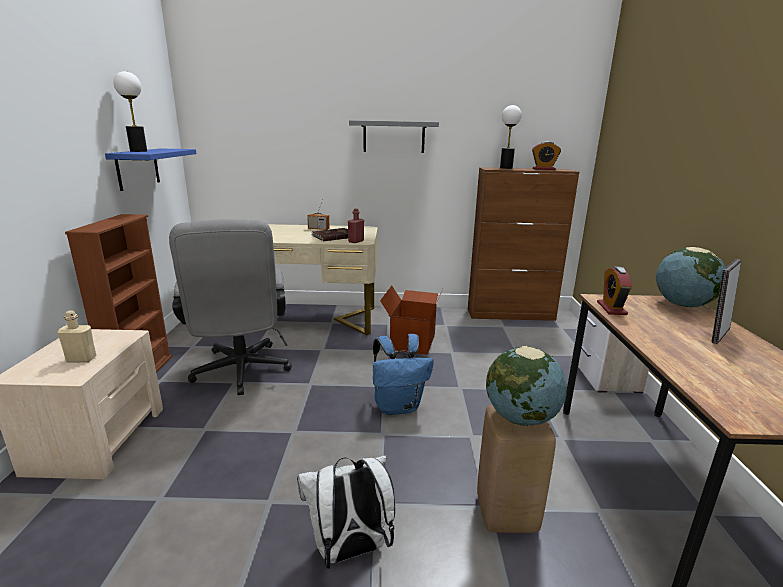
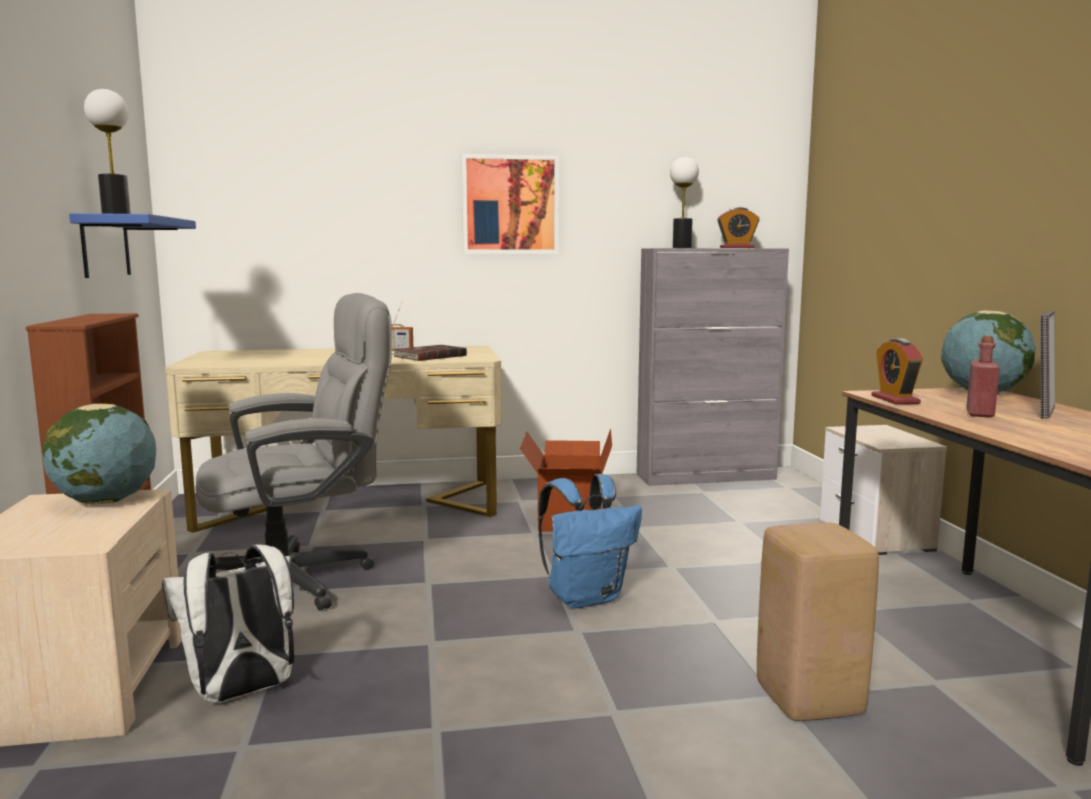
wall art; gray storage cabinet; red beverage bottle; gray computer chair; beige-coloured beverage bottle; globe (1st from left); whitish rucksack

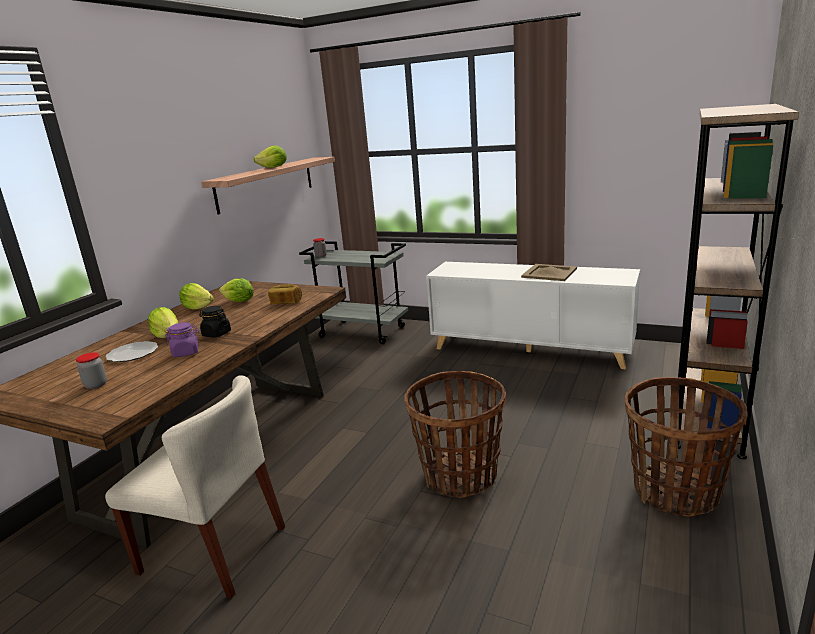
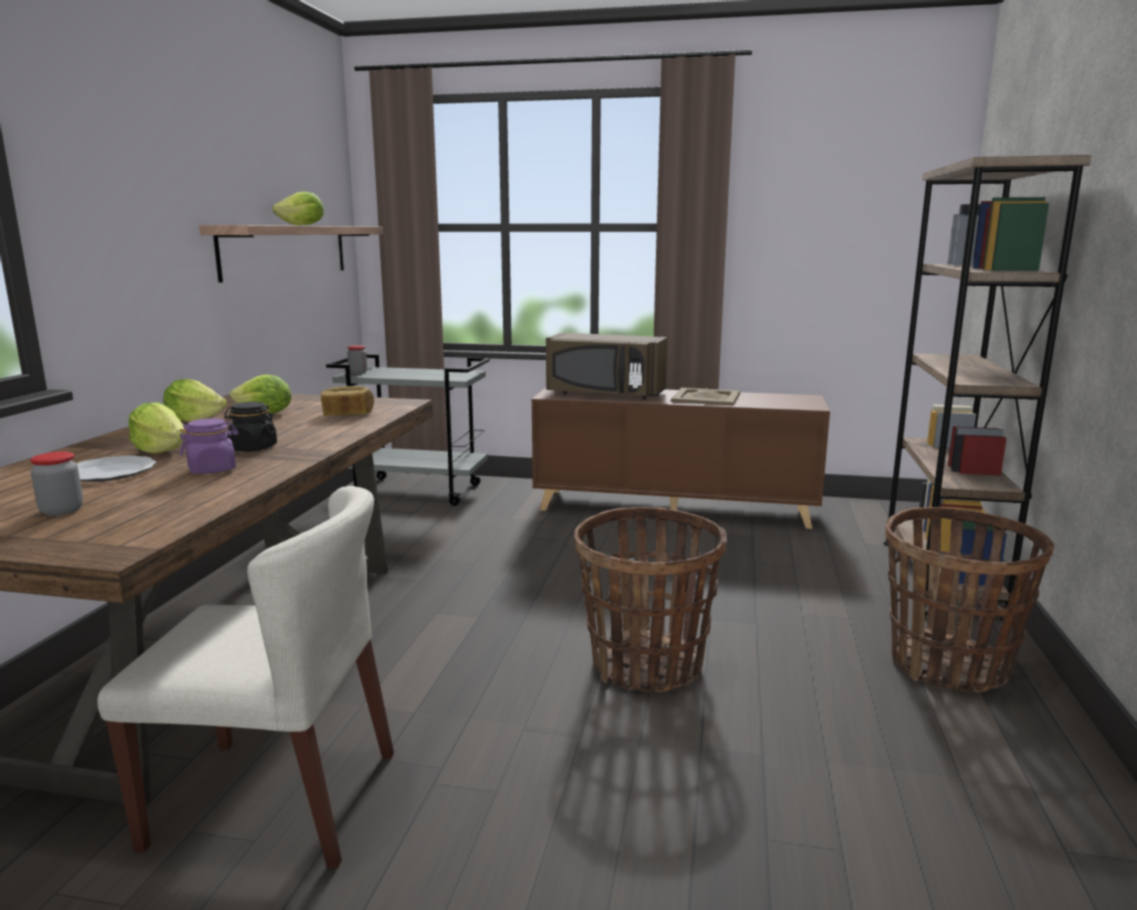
brown storage cabinet; brown kitchen microwave

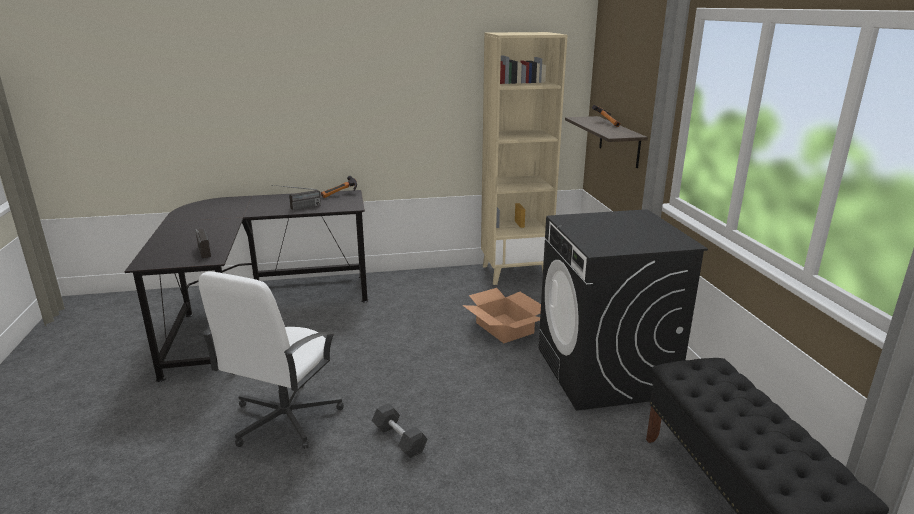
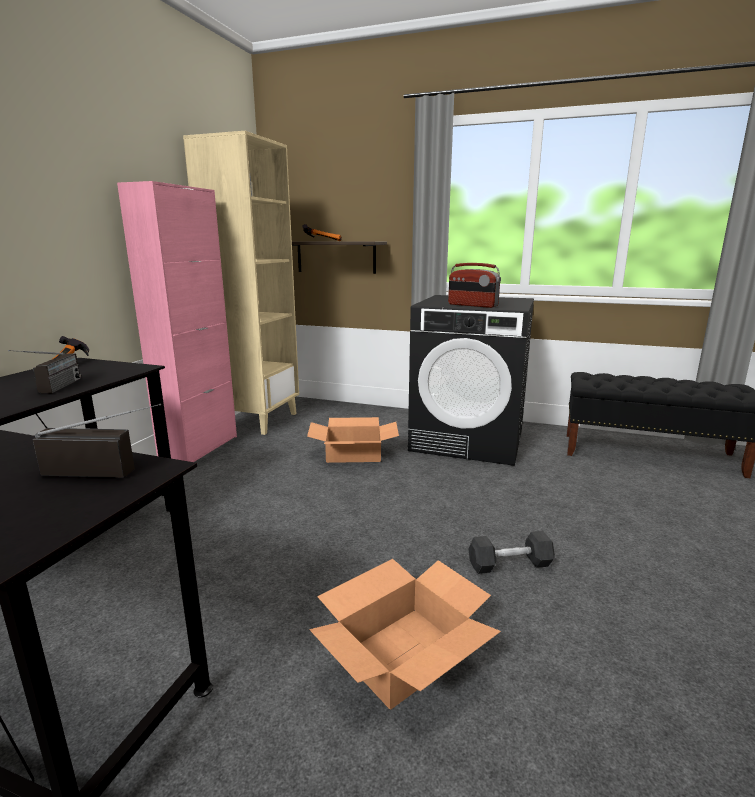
cardboard box (2nd from left); pinkish storage cabinet; radio (3rd from left)

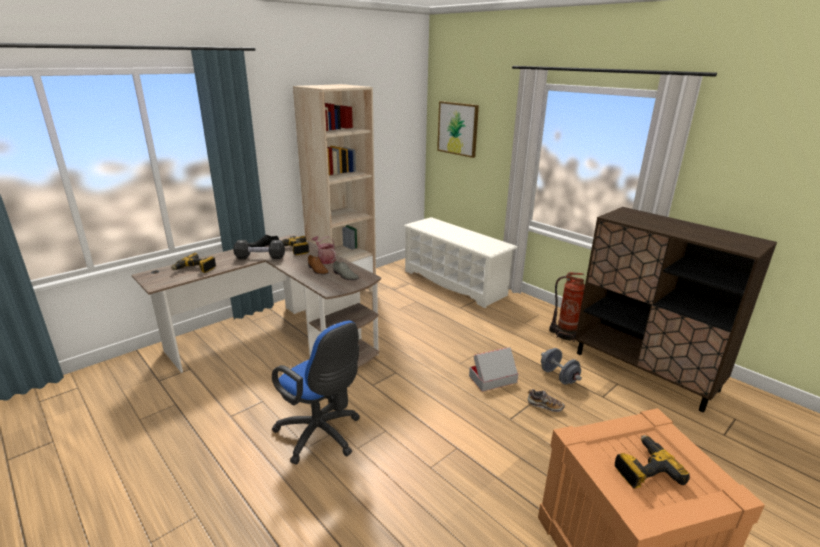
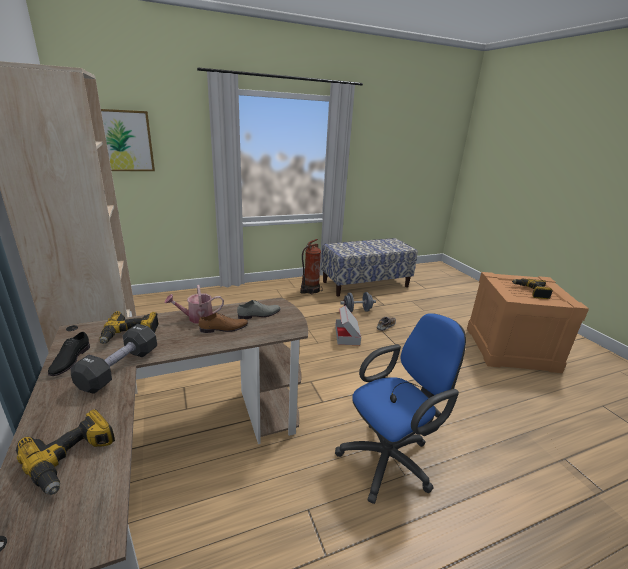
bench; whitish shoe shelf

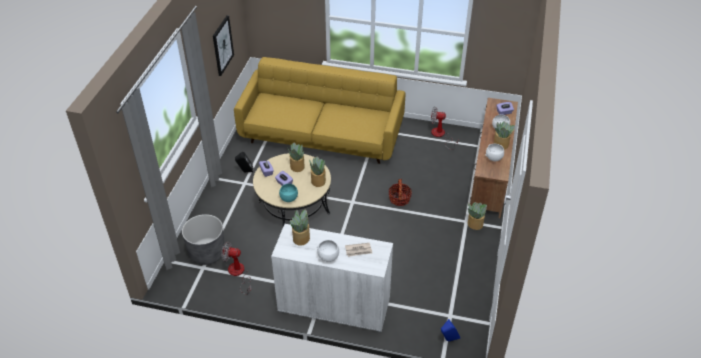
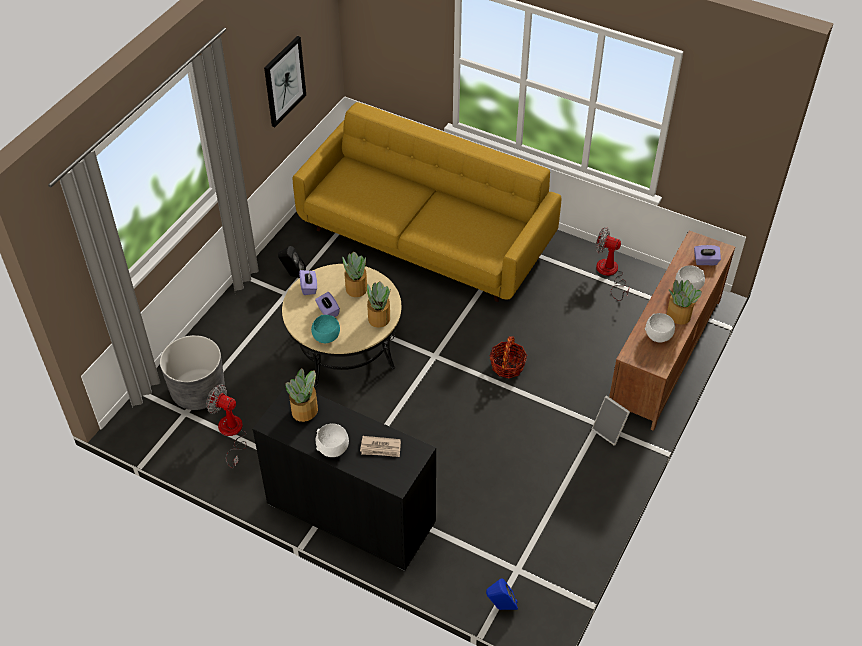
picture frame; black-coloured storage cabinet

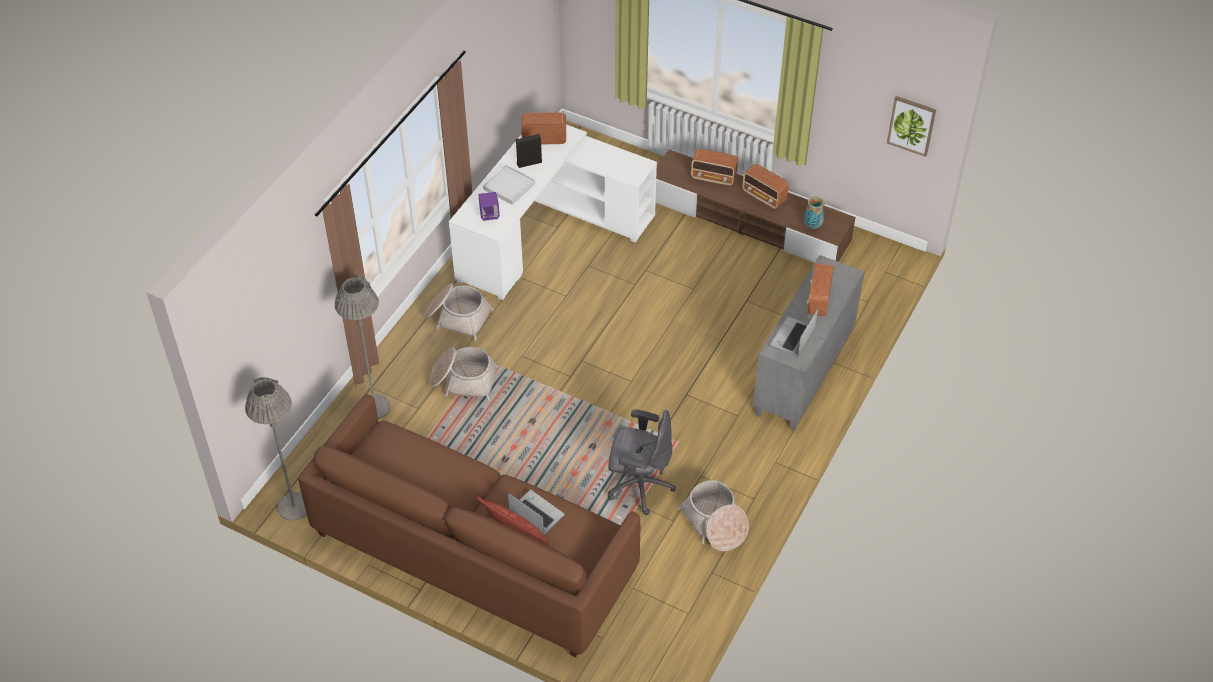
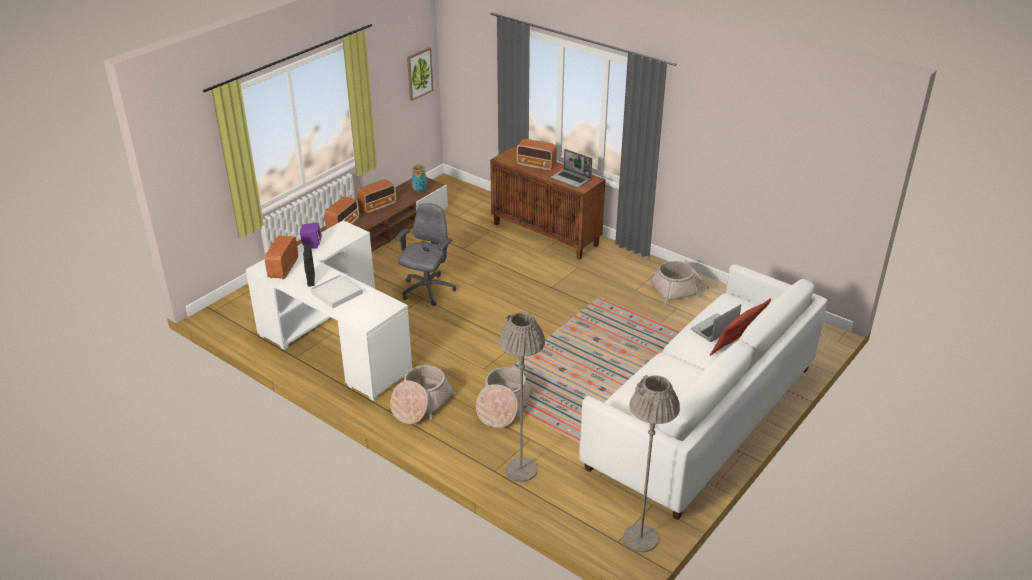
purple speaker; brown storage cabinet; whitish settee; gray computer chair

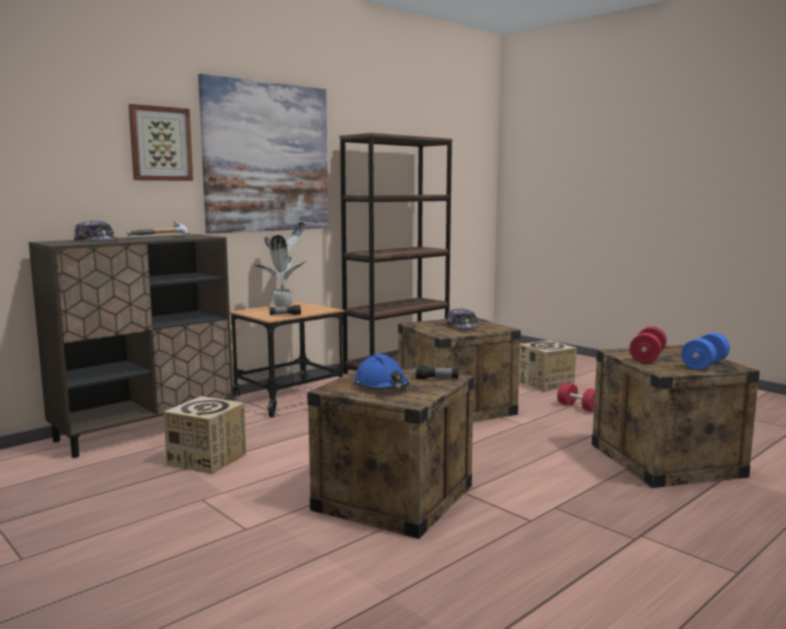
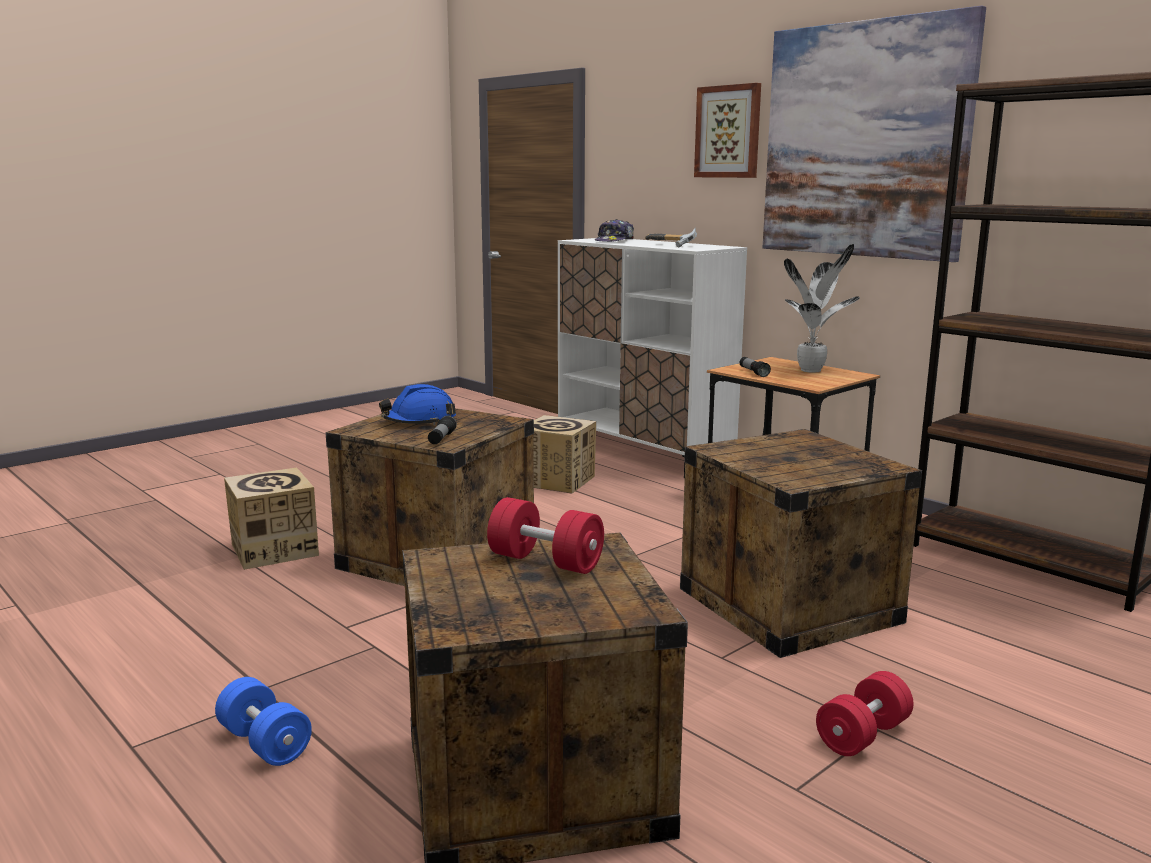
whitish storage cabinet; baseball cap (2nd from left in the first image); blue-coloured hand weight; cardboard box (1st from left)

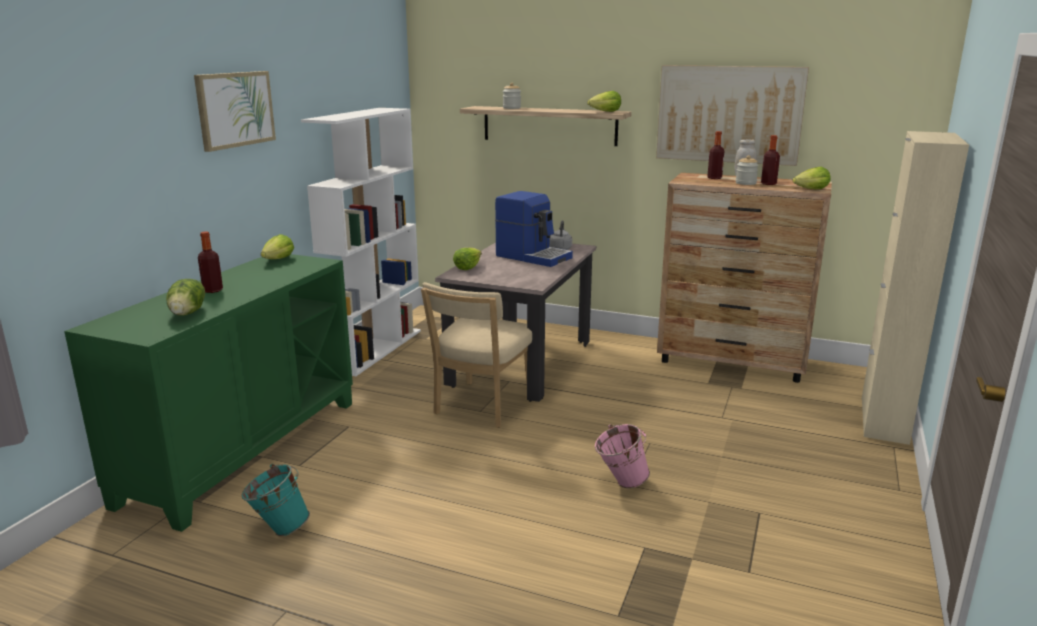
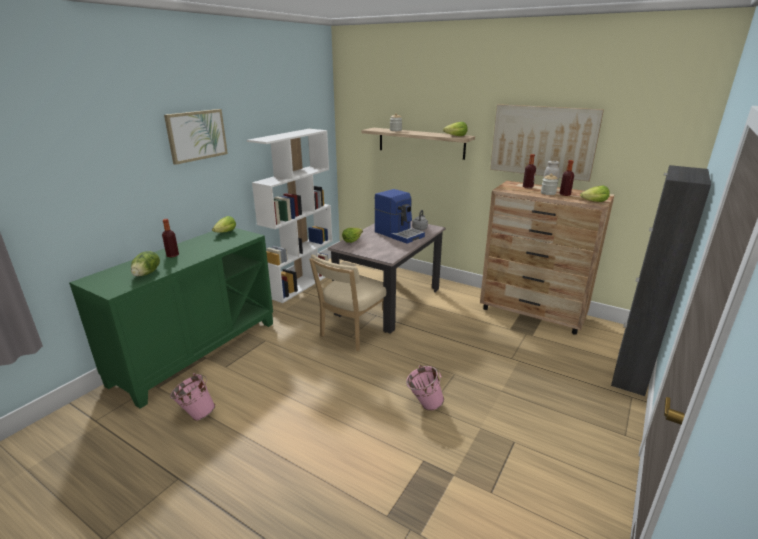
black-coloured storage cabinet; pinkish bucket (1st from left)

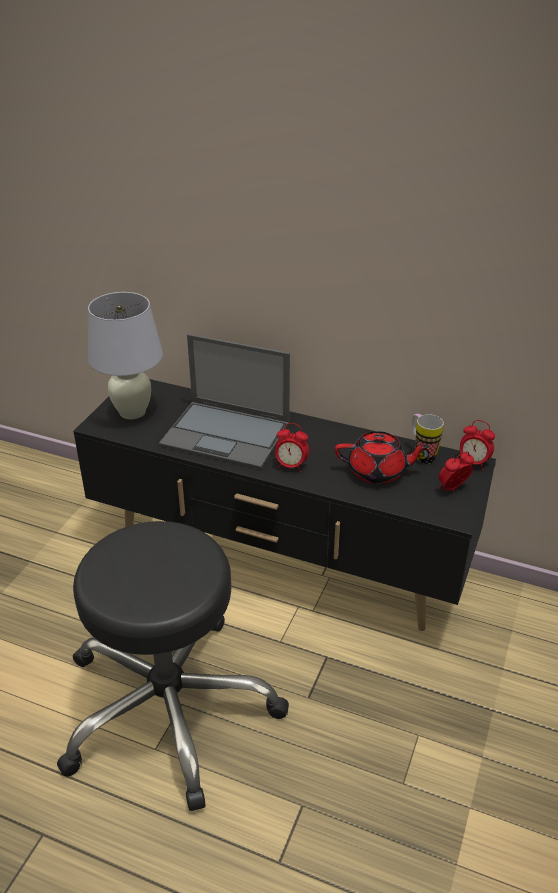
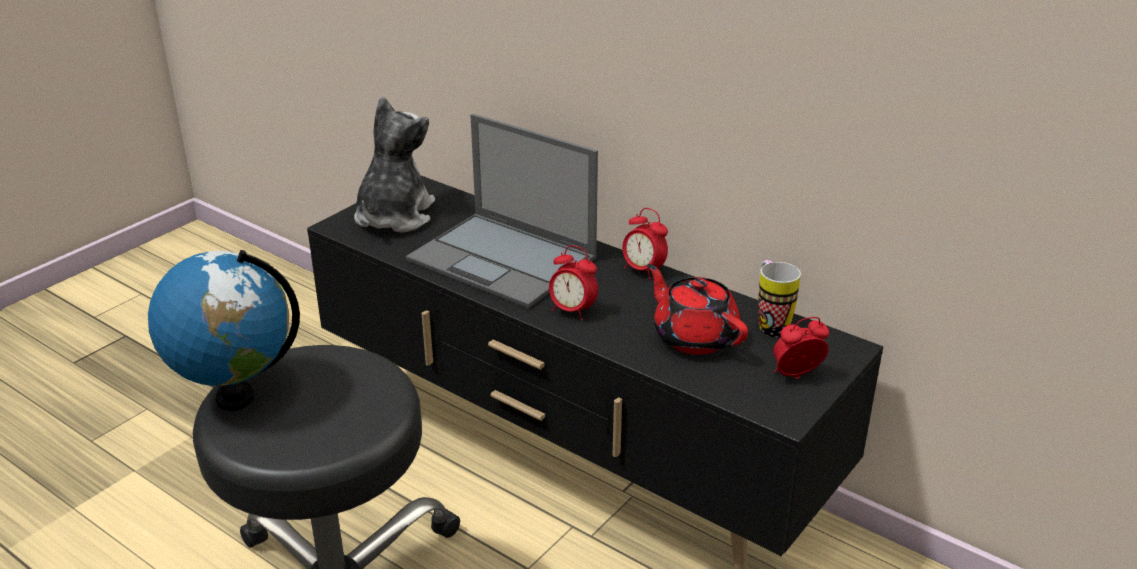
soft toy; bedside clock (2nd from left); red pot for tea; globe

